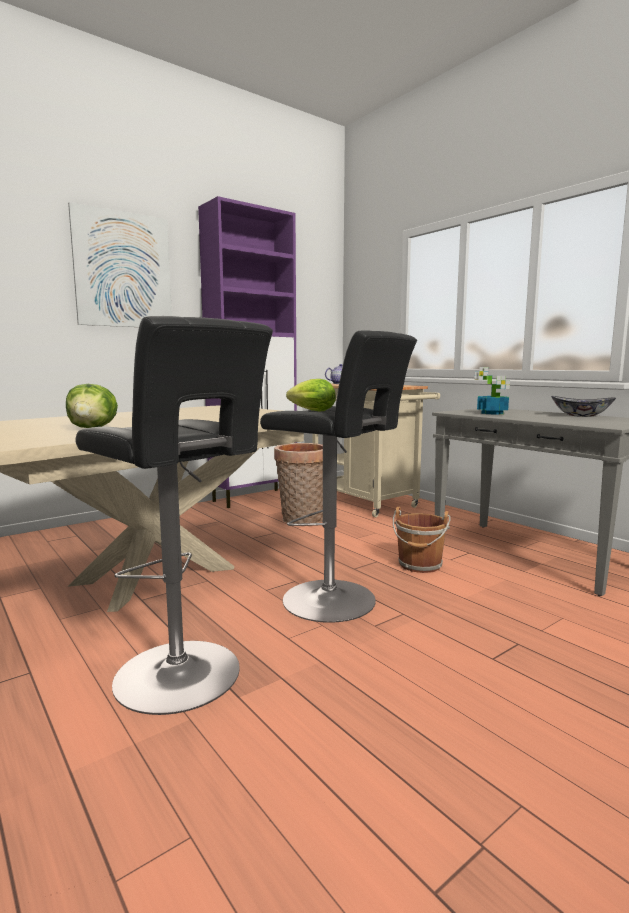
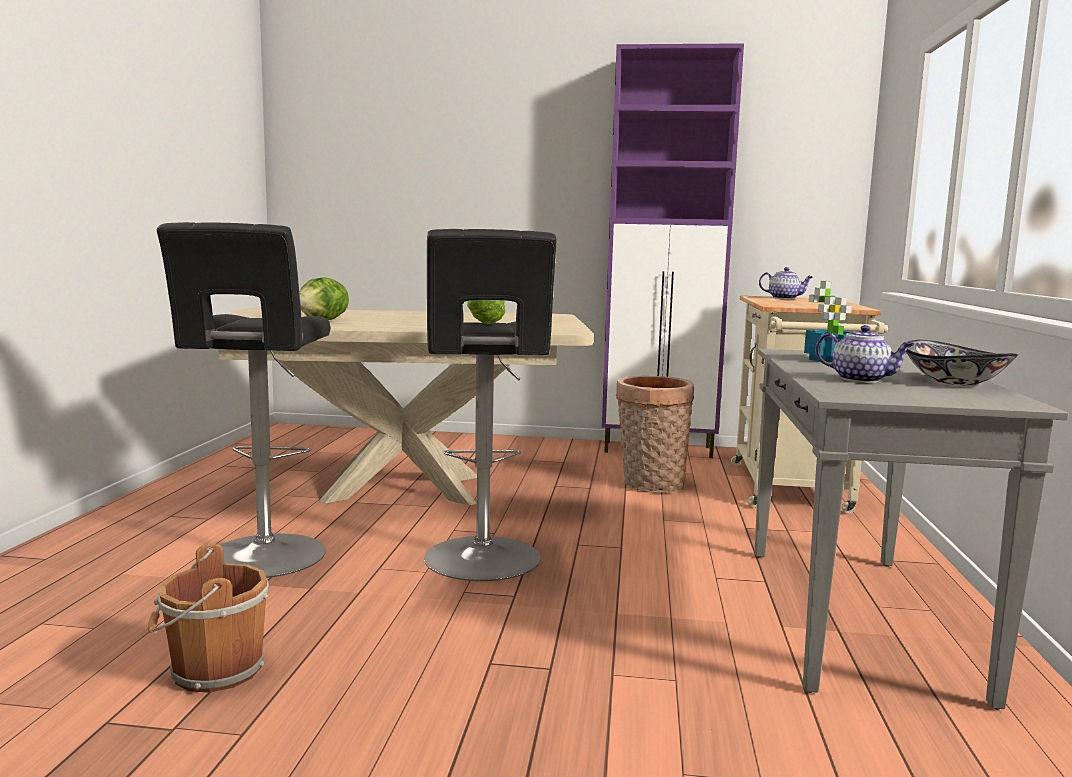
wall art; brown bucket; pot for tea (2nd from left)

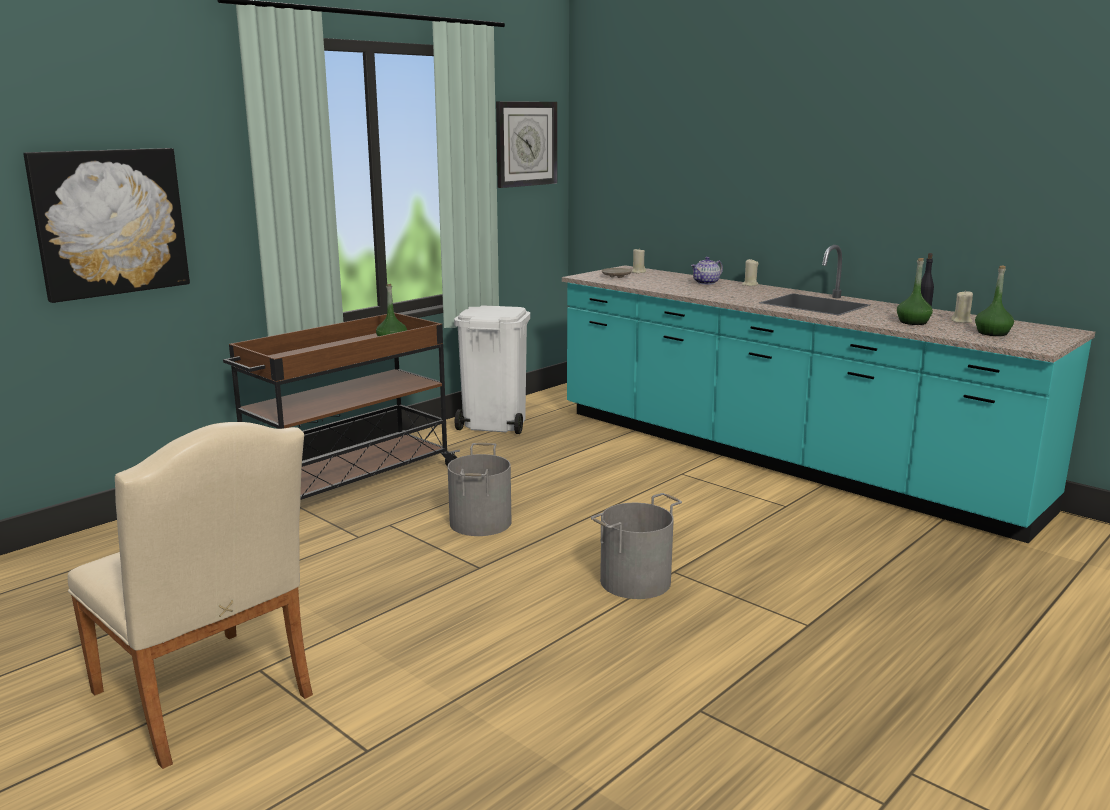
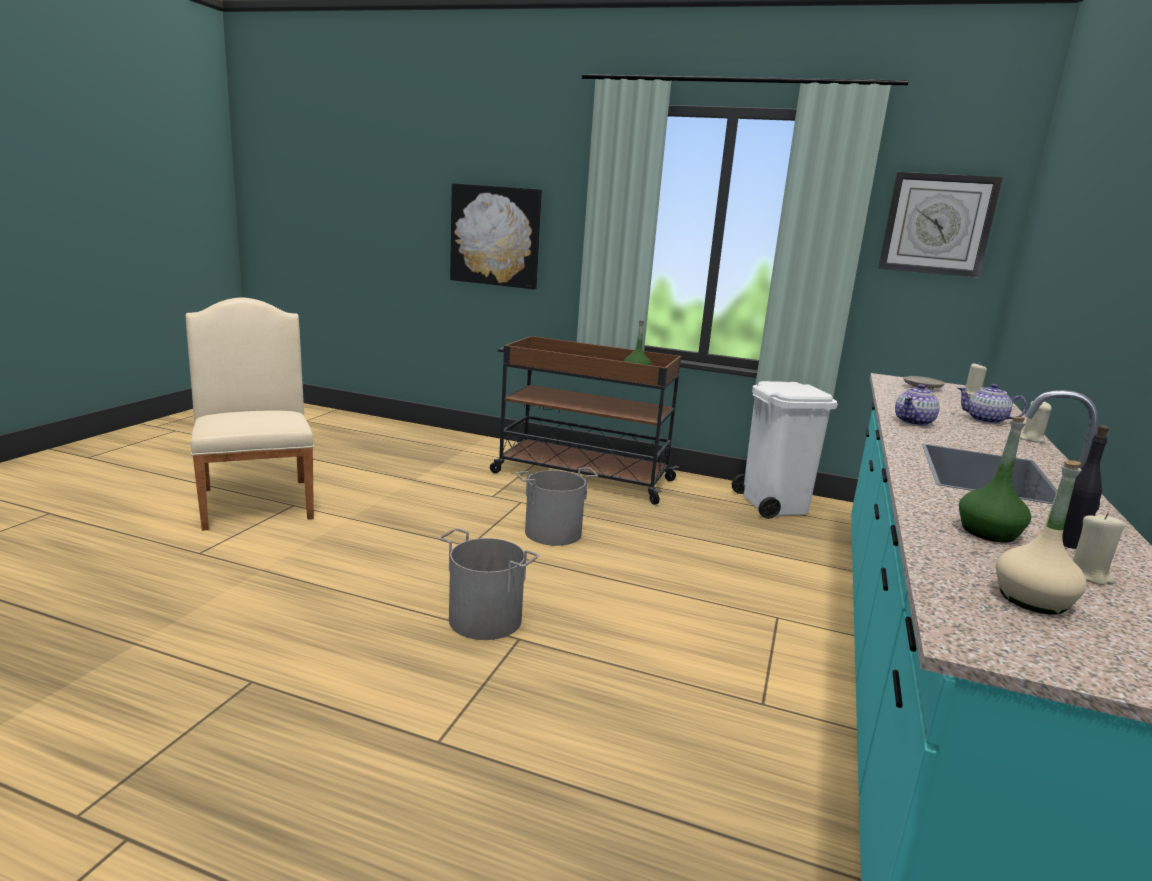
beige-coloured beverage bottle; beige-coloured upright chair; pot for tea (1st from left)

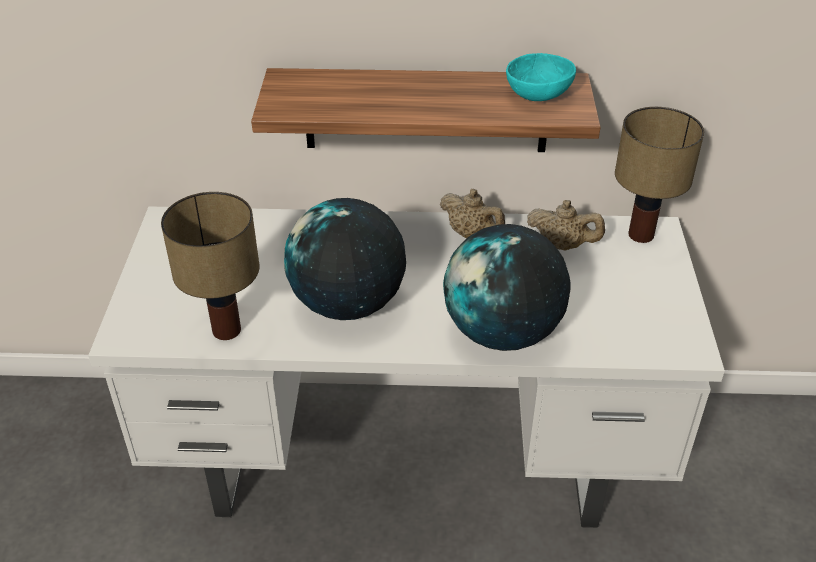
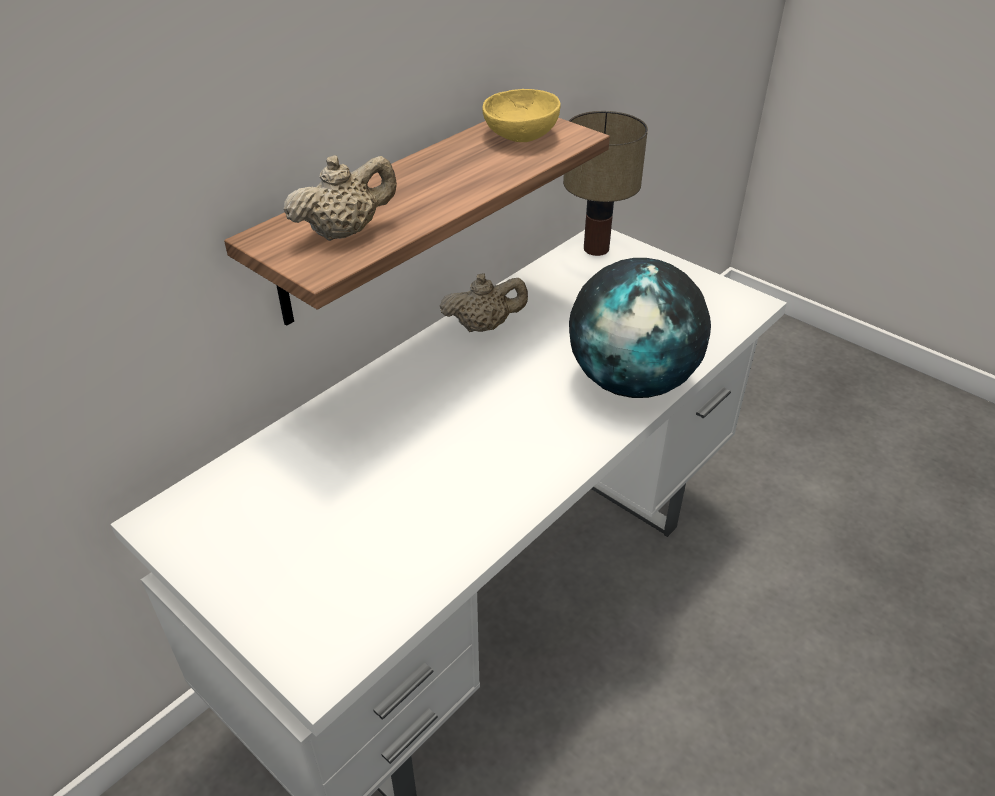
yellow bowl; tabletop lamp (1st from left in the first image); globe (1st from left in the first image); beige-coloured pot for tea (1st from left)

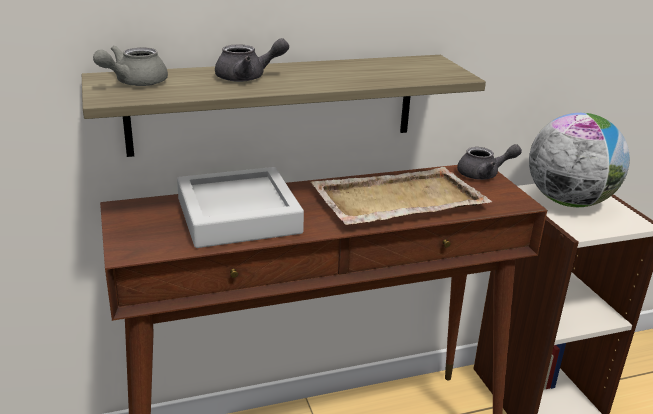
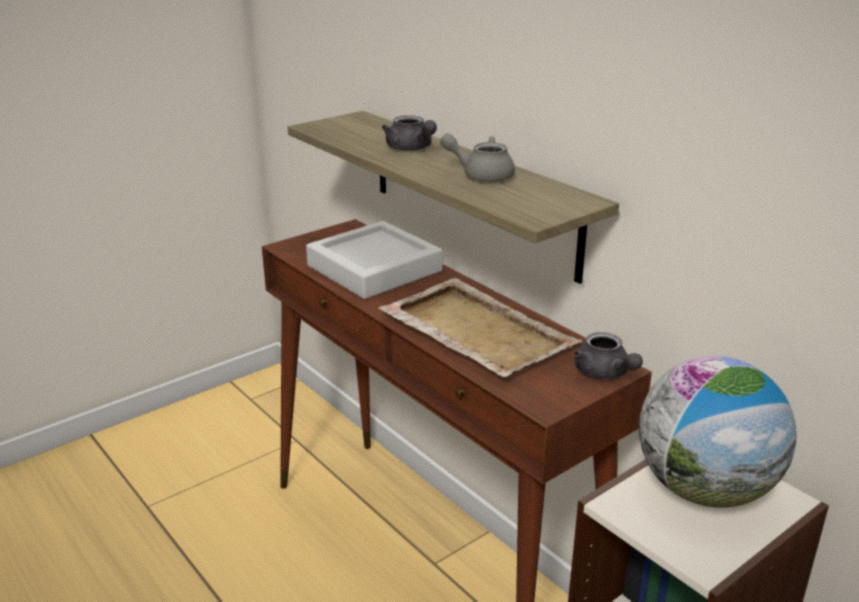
gray pot for tea (2nd from left)

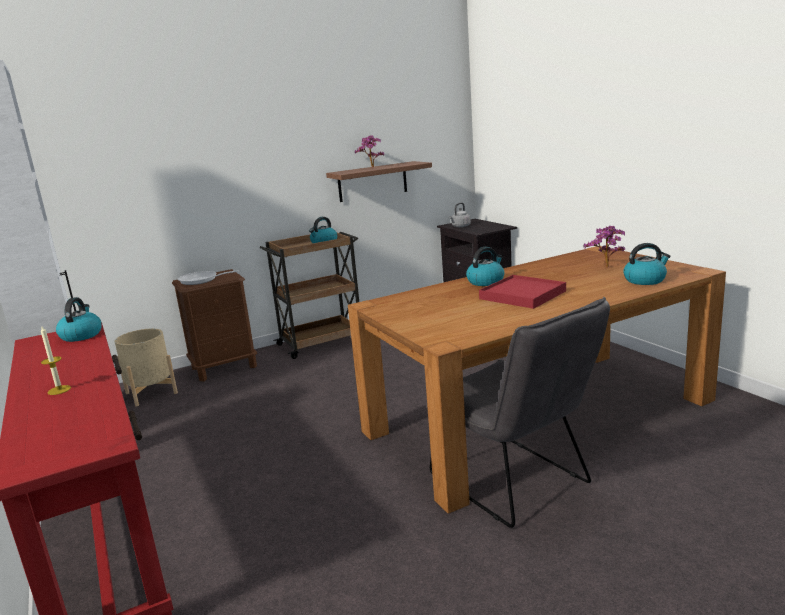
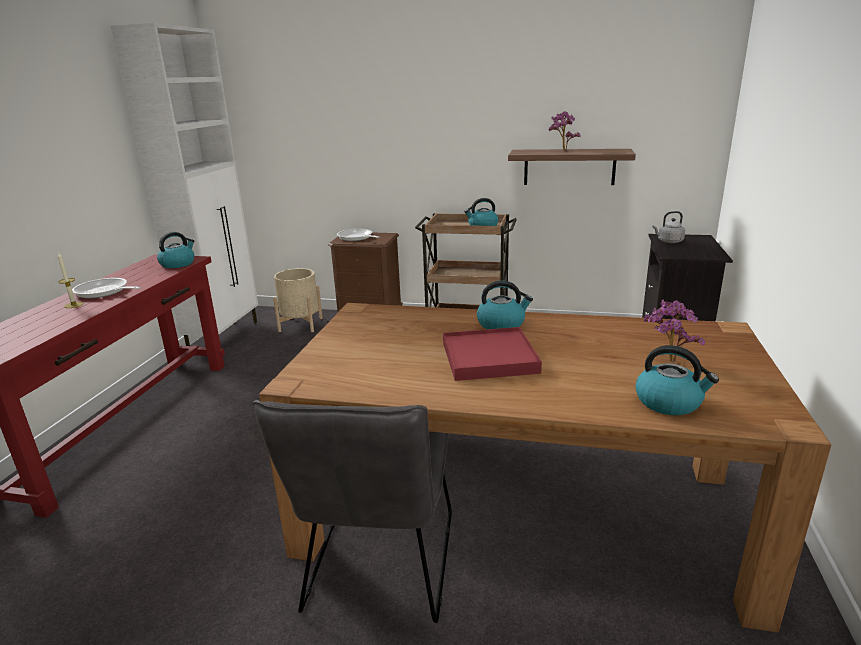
frying pan (1st from left)

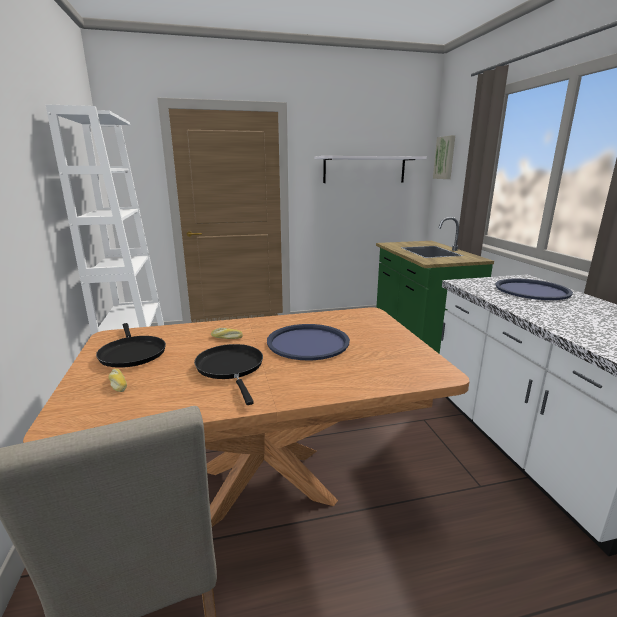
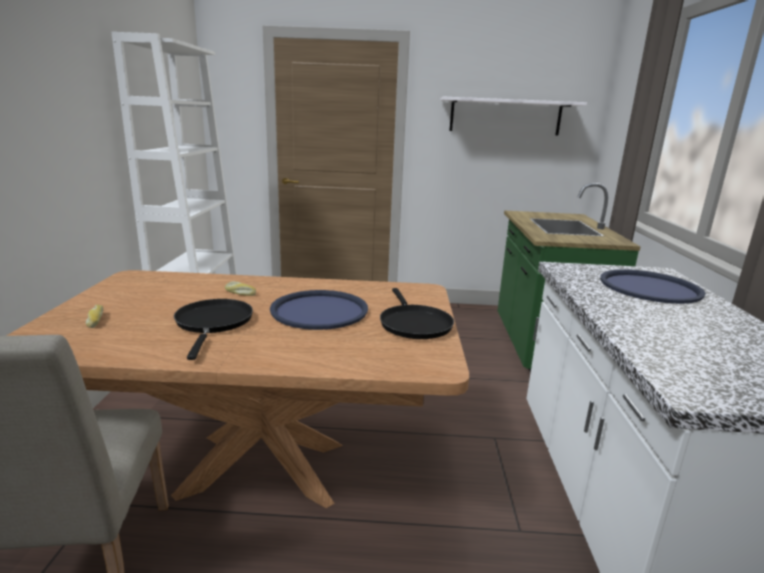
wall art; black-coloured frying pan (2nd from left)

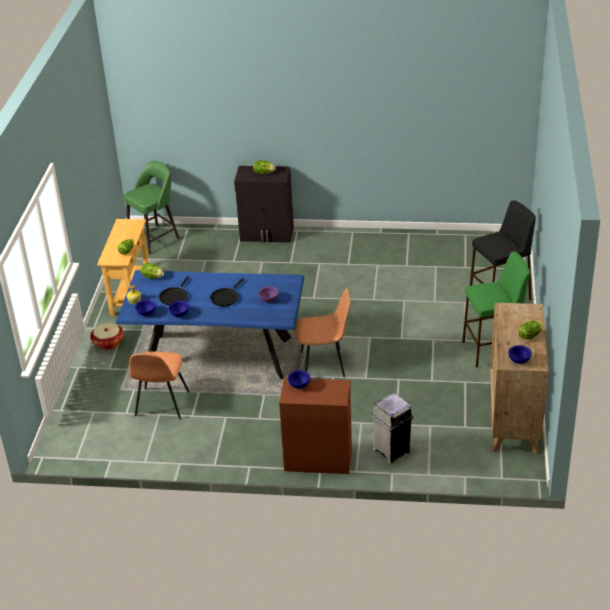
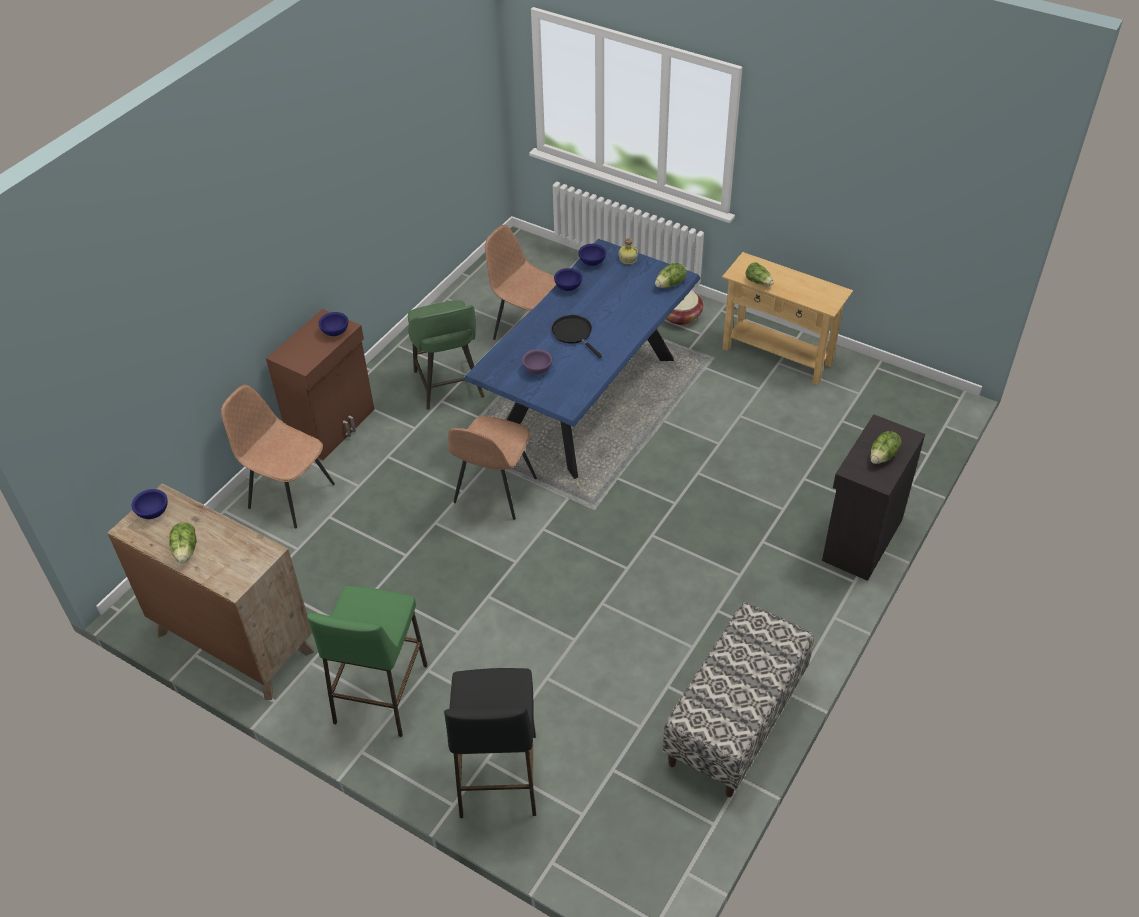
green-coloured stool (2nd from left); black-coloured frying pan (1st from left in the first image); brown upright chair (1st from left); bench

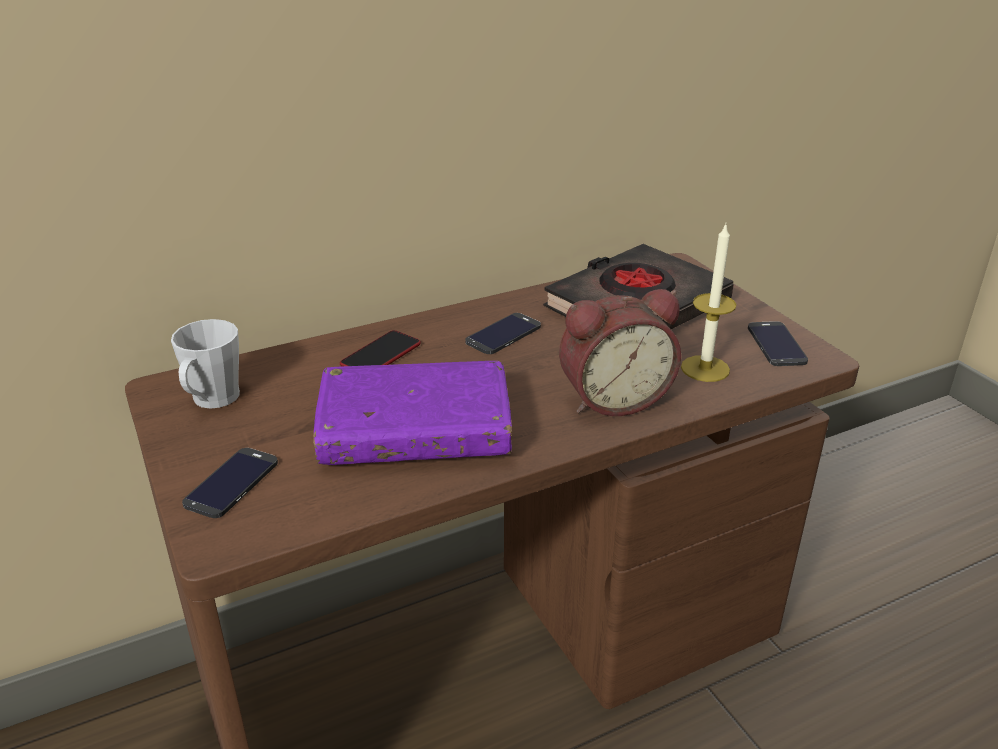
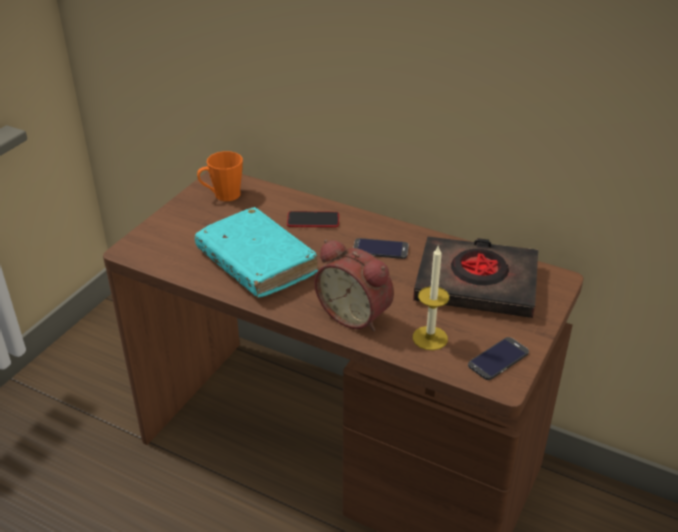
orangey tea mug; blue-green book; phone (1st from left in the first image)

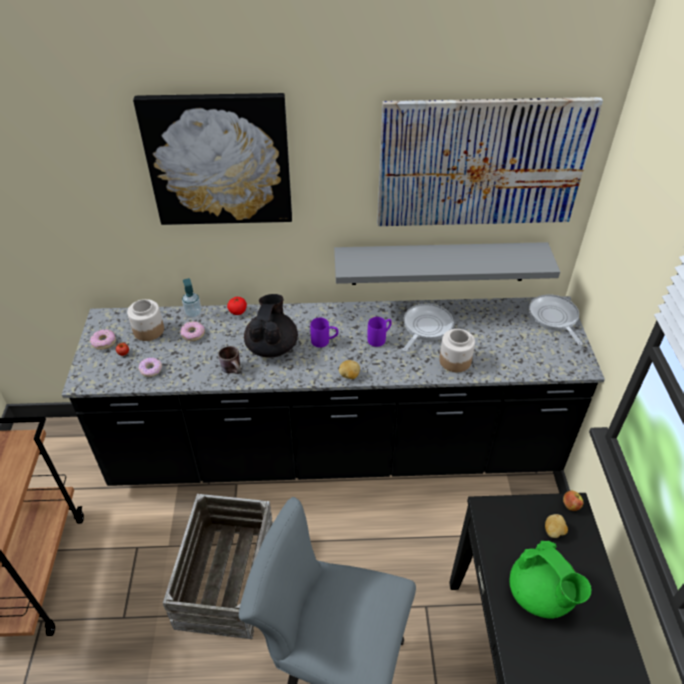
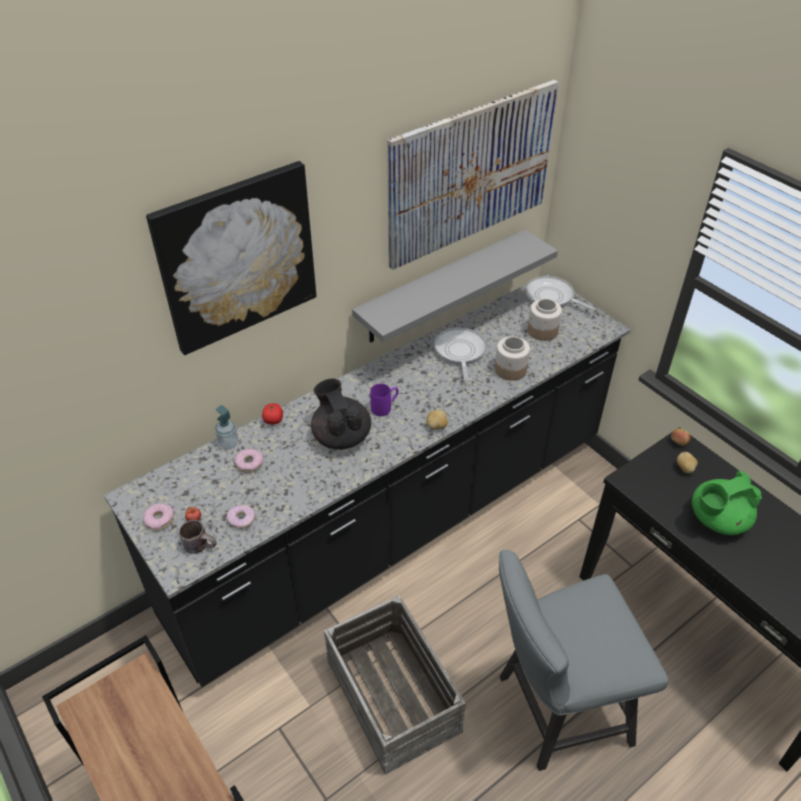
storage jar (2nd from left); purple tea mug (2nd from left in the first image); brown tea mug; green-coloured pot for tea

